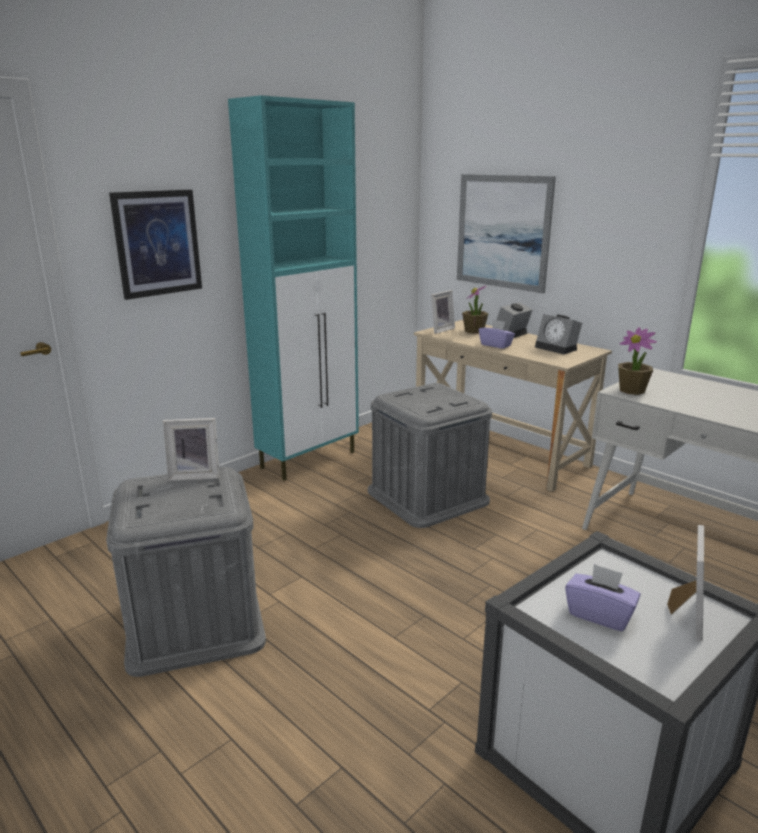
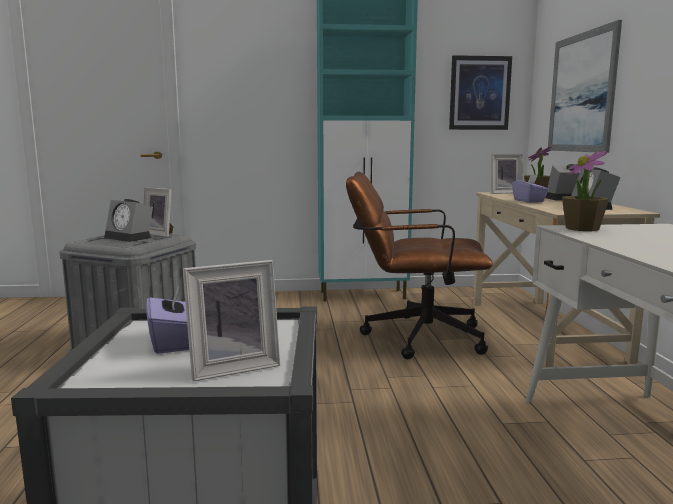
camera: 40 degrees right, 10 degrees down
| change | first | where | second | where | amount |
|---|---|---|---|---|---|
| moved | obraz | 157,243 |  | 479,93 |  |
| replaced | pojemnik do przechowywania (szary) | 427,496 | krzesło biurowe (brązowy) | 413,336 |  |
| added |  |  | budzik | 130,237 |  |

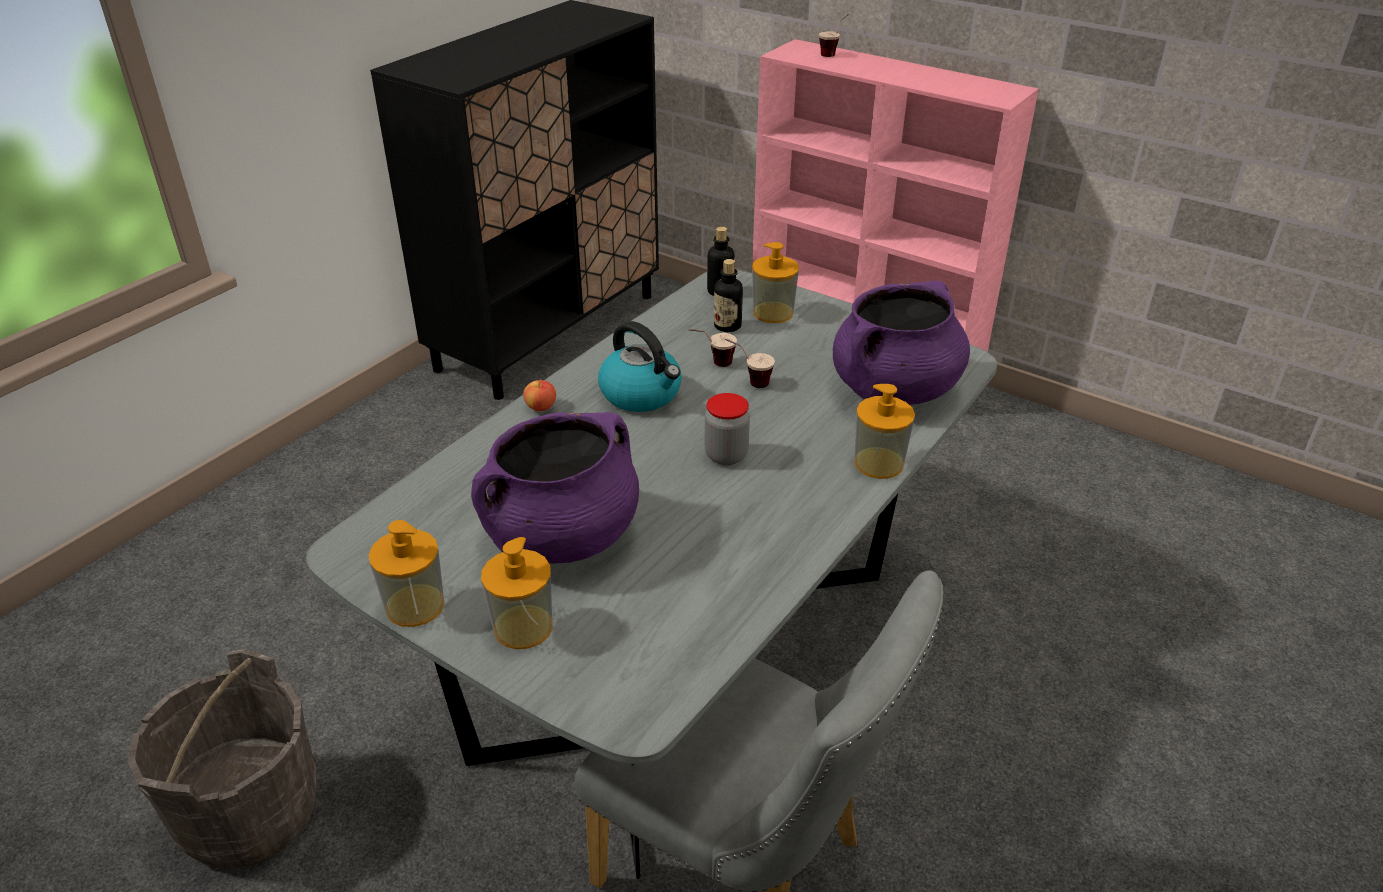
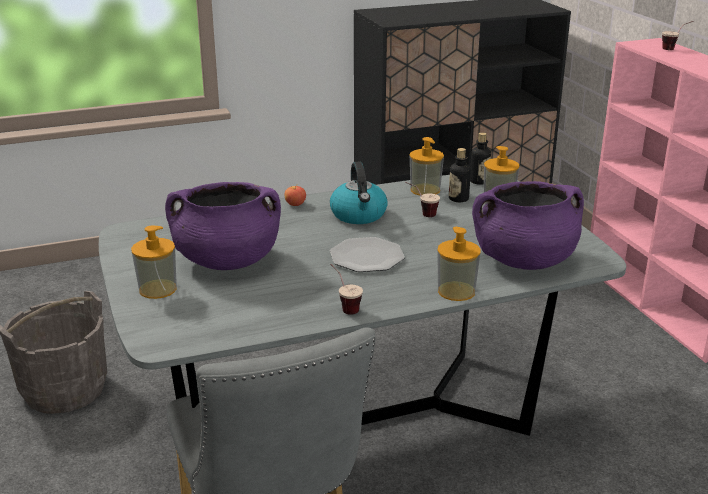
camera: 35 degrees right, 10 degrees down
| change | first | where | second | where | amount |
|---|---|---|---|---|---|
| moved | filiżanka | 748,382 |  | 344,307 |  |
| replaced | słoik | 726,455 | talerz | 366,257 |  |
| moved | dozownik mydła | 415,605 |  | 425,190 |  |

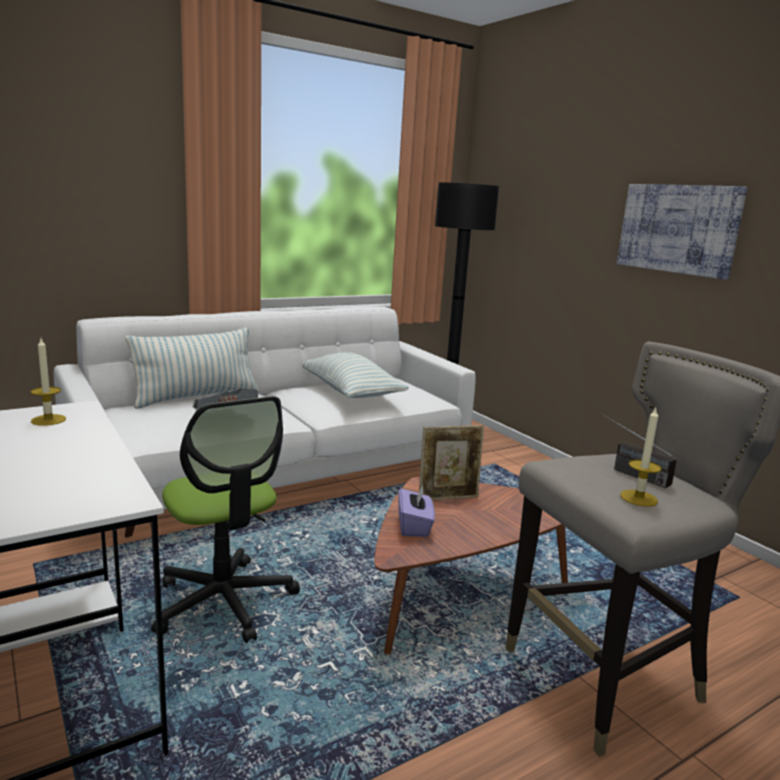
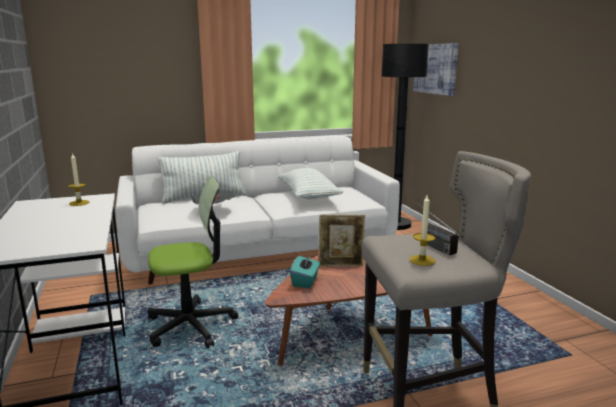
camera: 15 degrees right, 0 degrees up
| change | first | where | second | where | amount |
|---|---|---|---|---|---|
| moved | obraz | 678,229 |  | 435,69 |  |
| turned | krzesło biurowe | 224,602 |  | 191,325 | 90 degrees counterclockwise |
| recoloured | pudełko chusteczek (fioletowy) | 414,526 | pudełko chusteczek (turkusowy) | 305,281 |  |

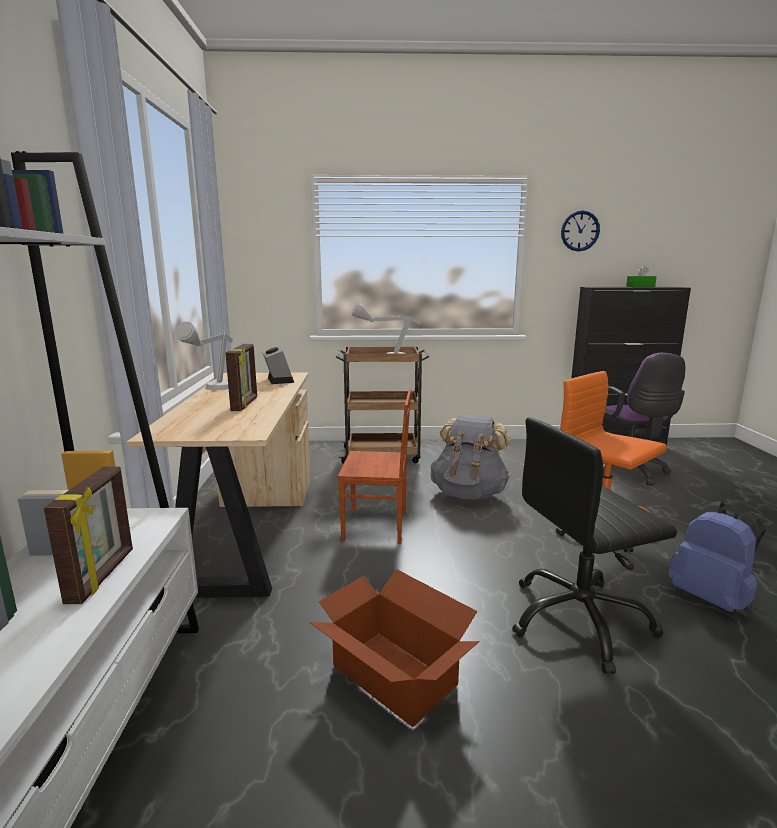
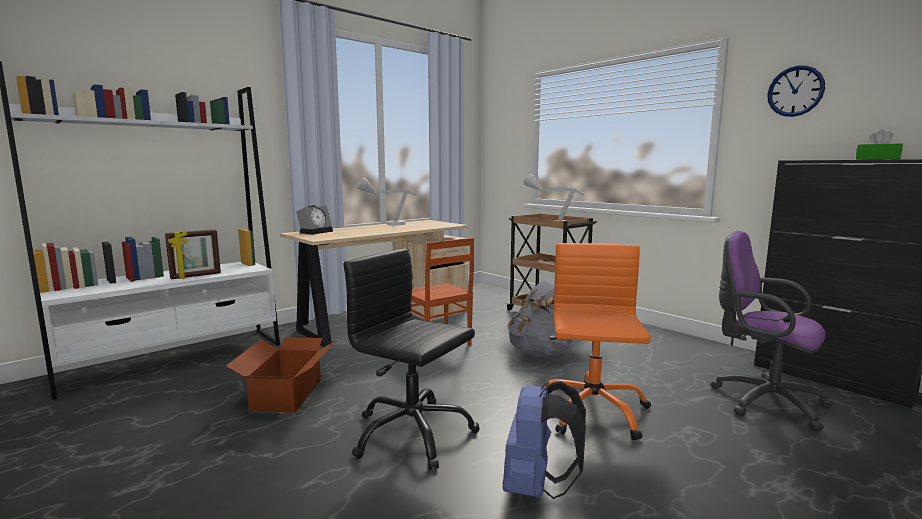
camera: 50 degrees right, 5 degrees down
| change | first | where | second | where | amount |
|---|---|---|---|---|---|
| removed | ramka na zdjęcie | 245,404 |  |  |  |
| moved | budzik | 278,380 |  | 316,232 |  |
| turned | krzesło biurowe (fioletowy) | 629,472 |  | 762,401 | 90 degrees clockwise |

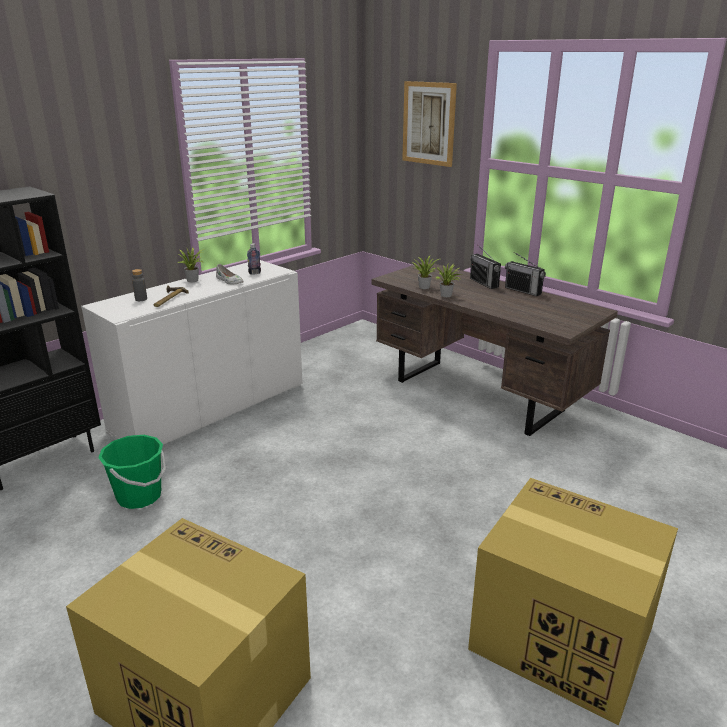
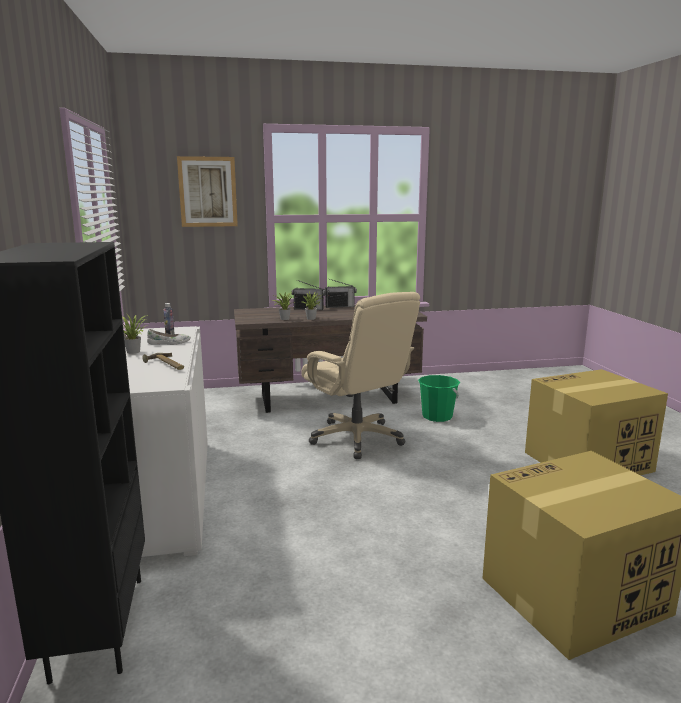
camera: 55 degrees left, 10 degrees down
| change | first | where | second | where | amount |
|---|---|---|---|---|---|
| removed | butelka (szary) | 141,299 |  |  |  |
| moved | wiadro (zielony) | 139,496 |  | 437,416 |  |
| added |  |  | krzesło biurowe (beżowy) | 357,438 |  |

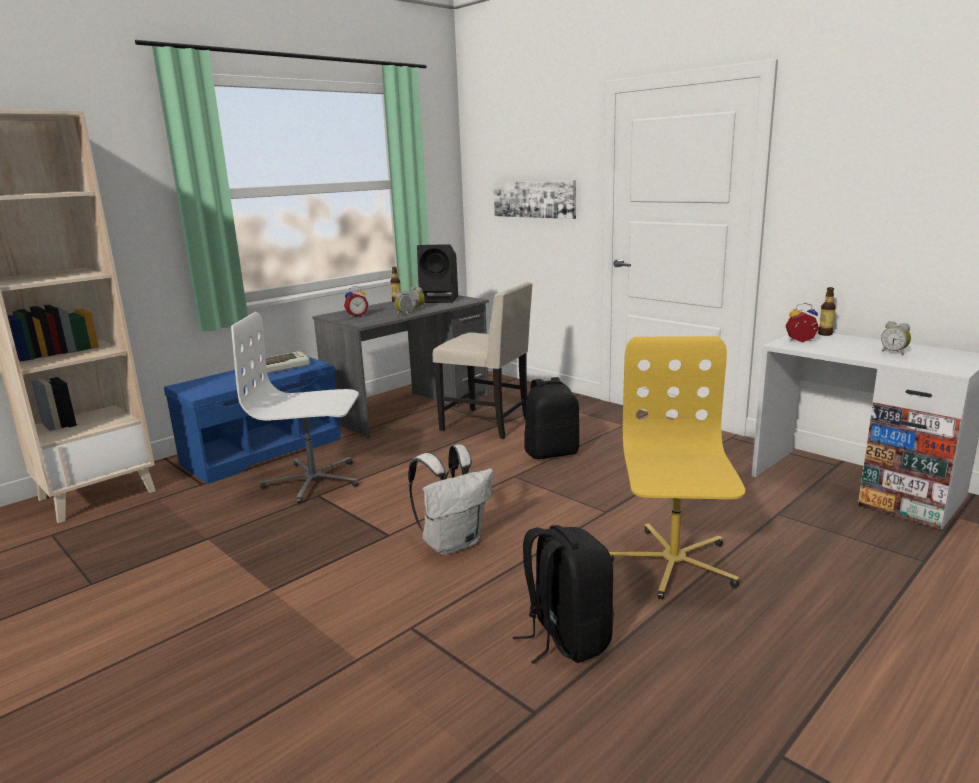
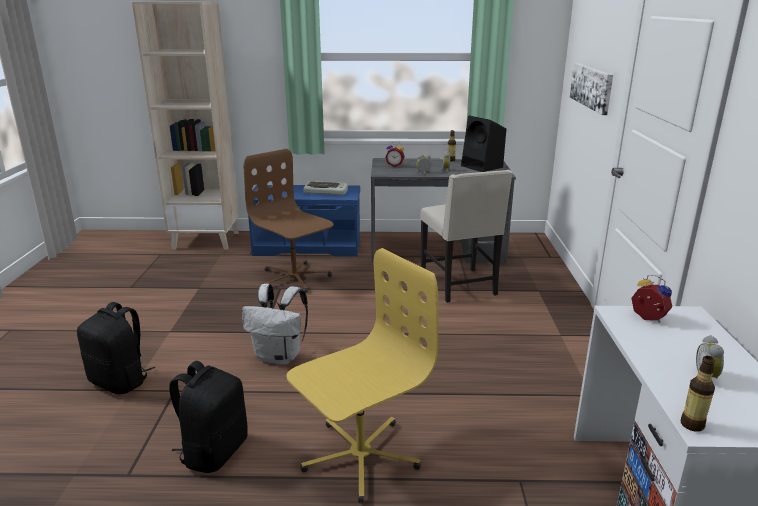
camera: 45 degrees right, 5 degrees up
| change | first | where | second | where | amount |
|---|---|---|---|---|---|
| moved | butelka | 825,334 |  | 692,425 |  |
| recoloured | krzesło biurowe (biały) | 313,481 | krzesło biurowe (brązowy) | 294,278 |  |
| moved | plecak (czarny) | 552,452 |  | 120,381 |  |

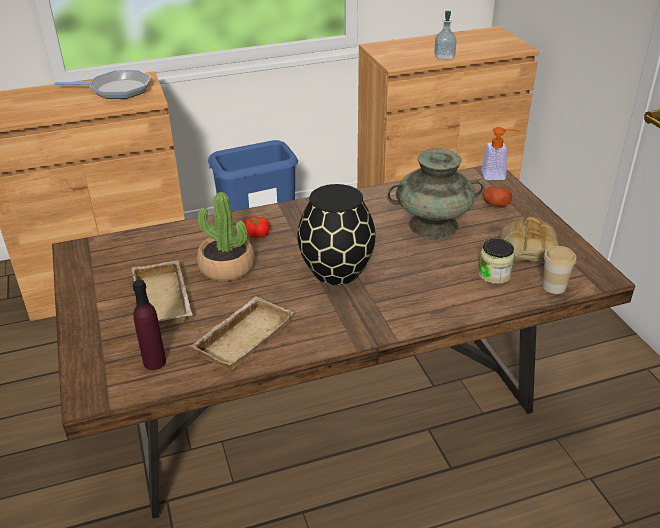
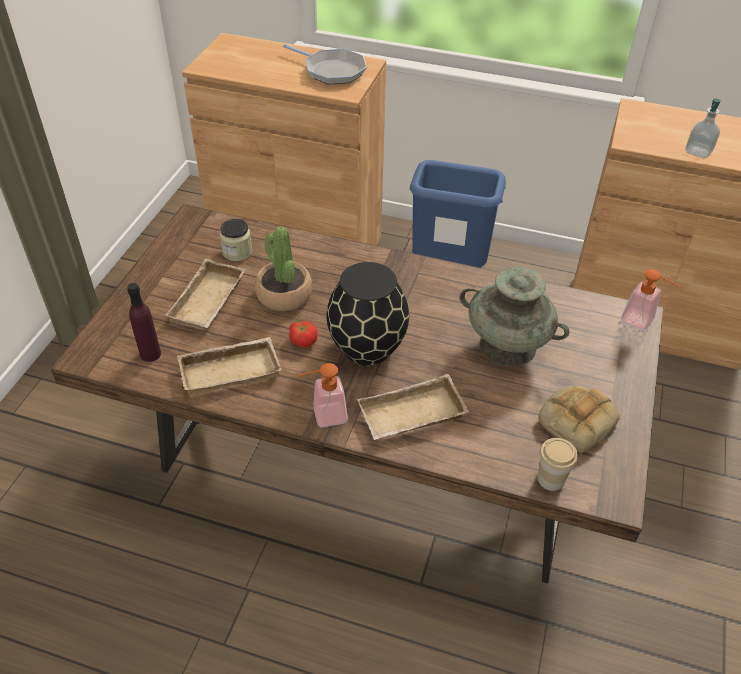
camera: 35 degrees right, 10 degrees up
| change | first | where | second | where | amount |
|---|---|---|---|---|---|
| removed | ziemniak | 495,204 |  |  |  |
| moved | pomidor | 257,234 |  | 303,340 |  |
| moved | słoik | 494,274 |  | 237,252 |  |
| added |  |  | dozownik mydła | 323,416 |  |
| added |  |  | taca (beżowy) | 411,416 |  |

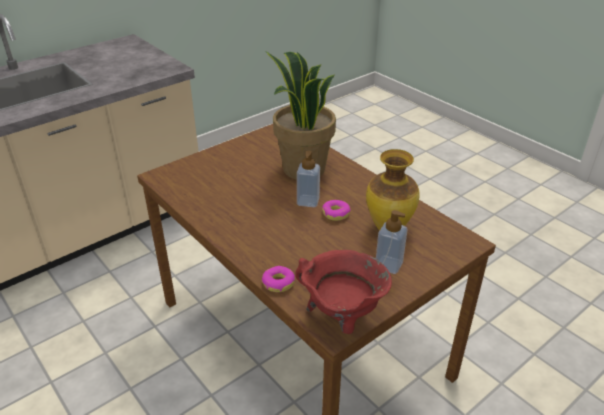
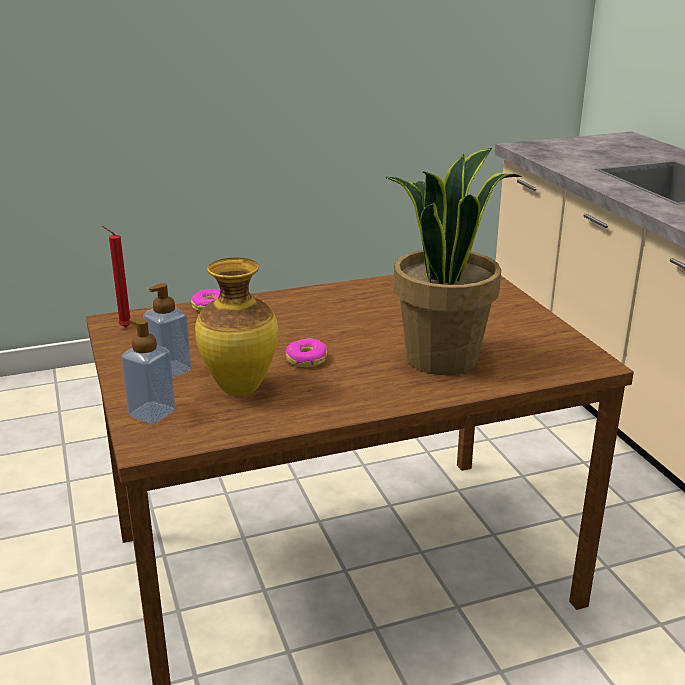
camera: 110 degrees right, 10 degrees down
| change | first | where | second | where | amount |
|---|---|---|---|---|---|
| moved | dozownik mydła | 308,201 |  | 152,413 |  |
| replaced | garnek (czerwony) | 342,318 | świeca (czerwony) | 123,327 |  |

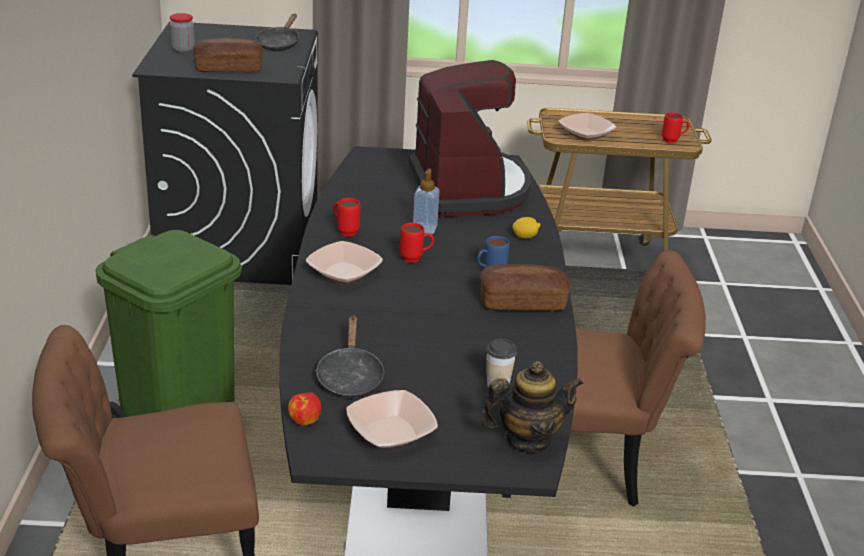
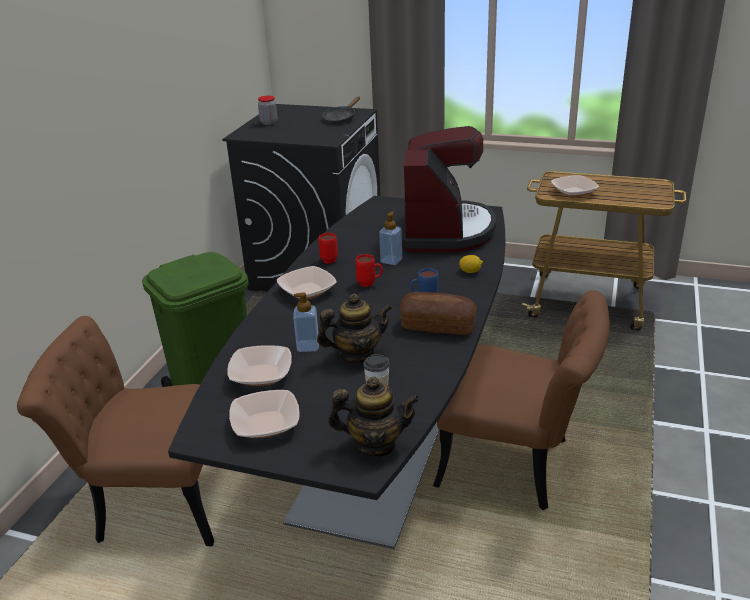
camera: 20 degrees right, 0 degrees up
| change | first | where | second | where | amount |
|---|---|---|---|---|---|
| removed | chleb | 228,69 |  |  |  |
| removed | kubek (czerwony) | 673,141 |  |  |  |
| replaced | patelnia (czarny) | 350,377 | miska | 261,375 |  |
| removed | jabłko | 304,420 |  |  |  |
| added |  |  | dozownik mydła | 308,346 |  |
| added |  |  | imbryk | 357,354 |  |

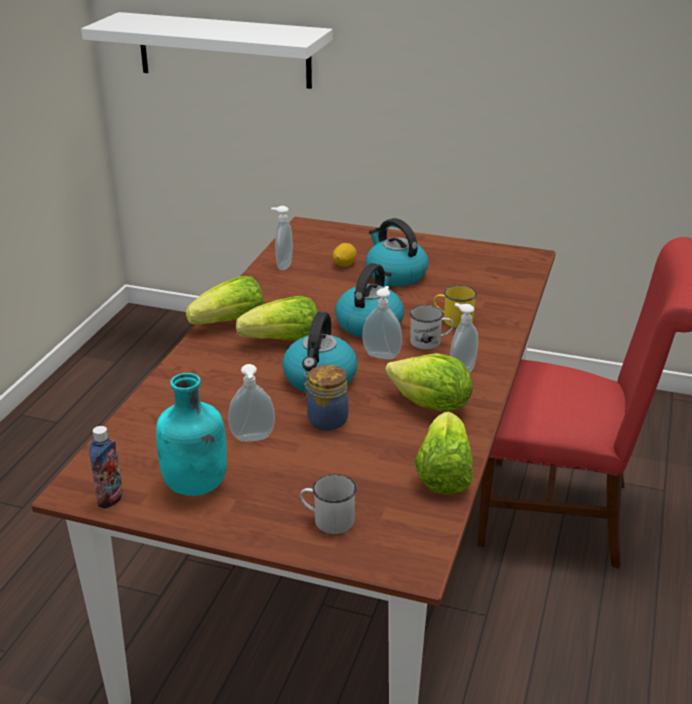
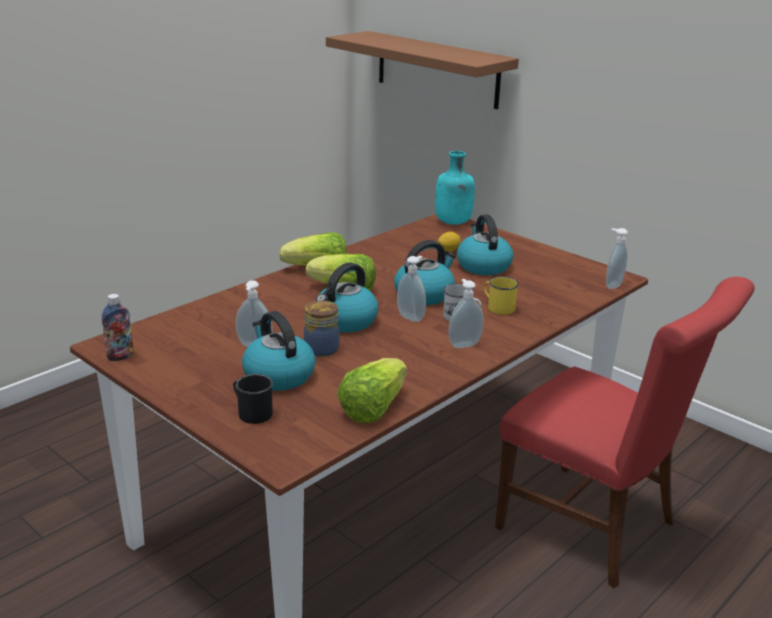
camera: 25 degrees right, 5 degrees down
| change | first | where | second | where | amount |
|---|---|---|---|---|---|
| recoloured | półka (biały) | 224,50 | półka (brązowy) | 437,69 |  |
| moved | dozownik mydła | 283,265 |  | 612,285 |  |
| removed | sałata | 431,406 |  |  |  |
| moved | butelka (turkusowy) | 196,486 |  | 453,222 |  |
| recoloured | kubek (biały) | 328,520 | kubek (czarny) | 251,412 |  |
| added |  |  | czajnik | 278,375 |  |

